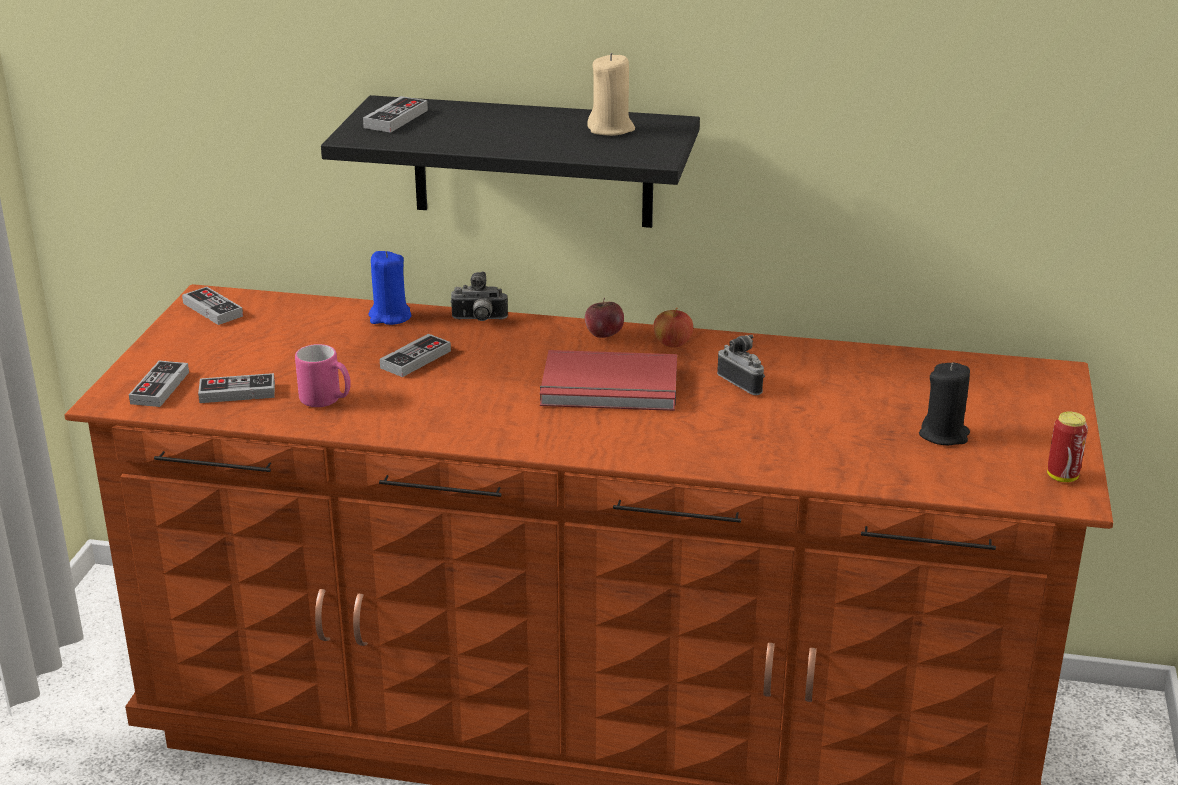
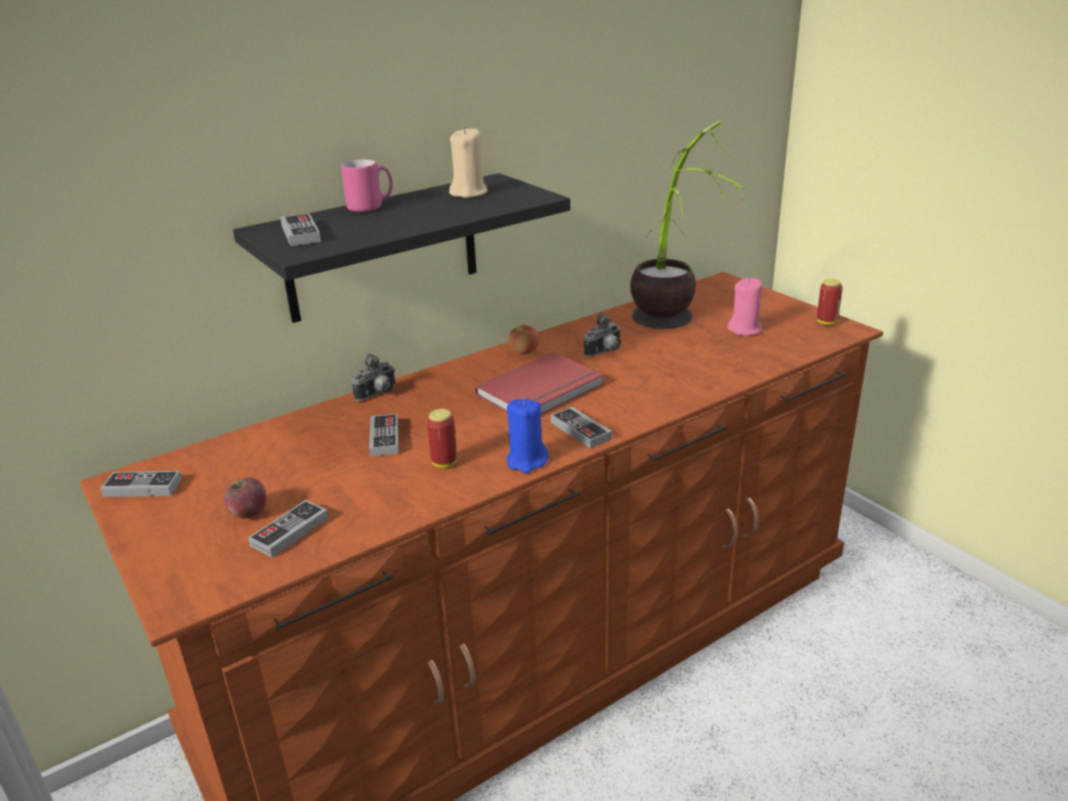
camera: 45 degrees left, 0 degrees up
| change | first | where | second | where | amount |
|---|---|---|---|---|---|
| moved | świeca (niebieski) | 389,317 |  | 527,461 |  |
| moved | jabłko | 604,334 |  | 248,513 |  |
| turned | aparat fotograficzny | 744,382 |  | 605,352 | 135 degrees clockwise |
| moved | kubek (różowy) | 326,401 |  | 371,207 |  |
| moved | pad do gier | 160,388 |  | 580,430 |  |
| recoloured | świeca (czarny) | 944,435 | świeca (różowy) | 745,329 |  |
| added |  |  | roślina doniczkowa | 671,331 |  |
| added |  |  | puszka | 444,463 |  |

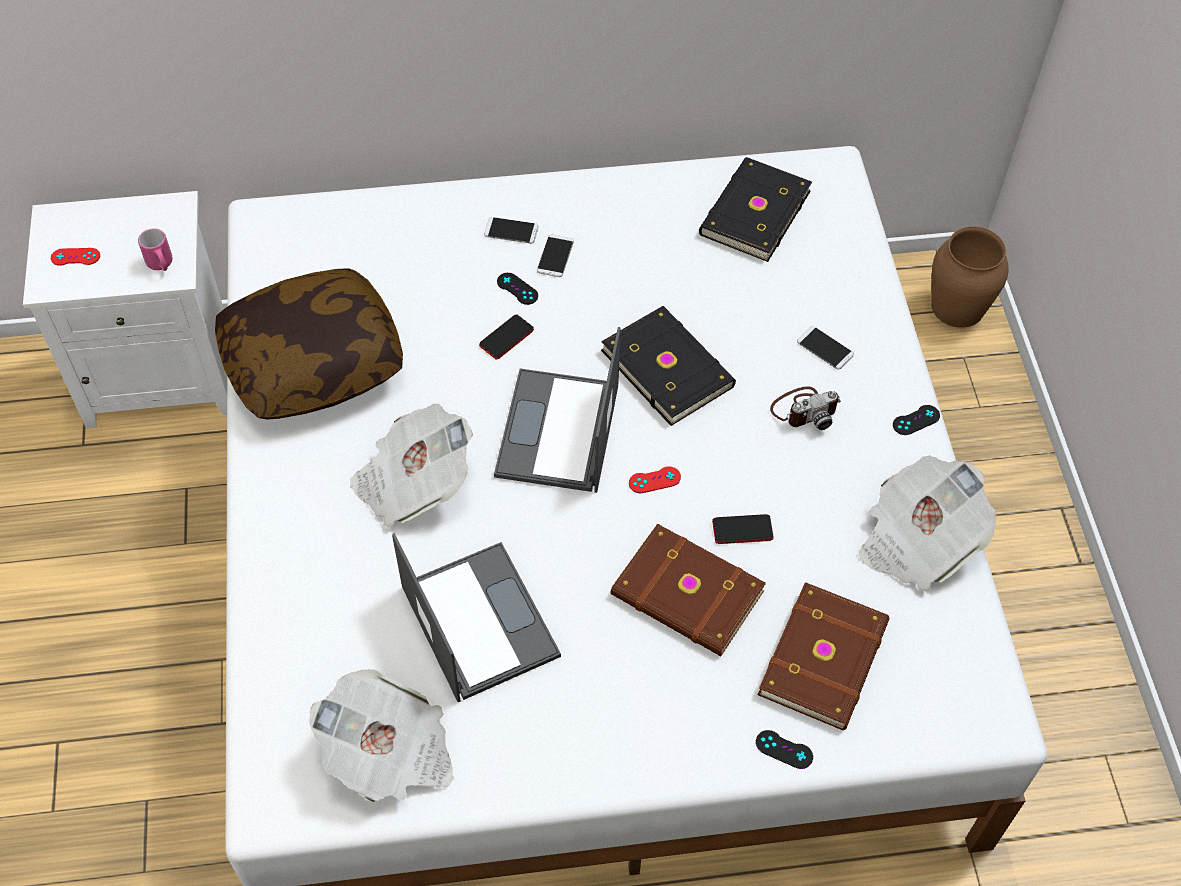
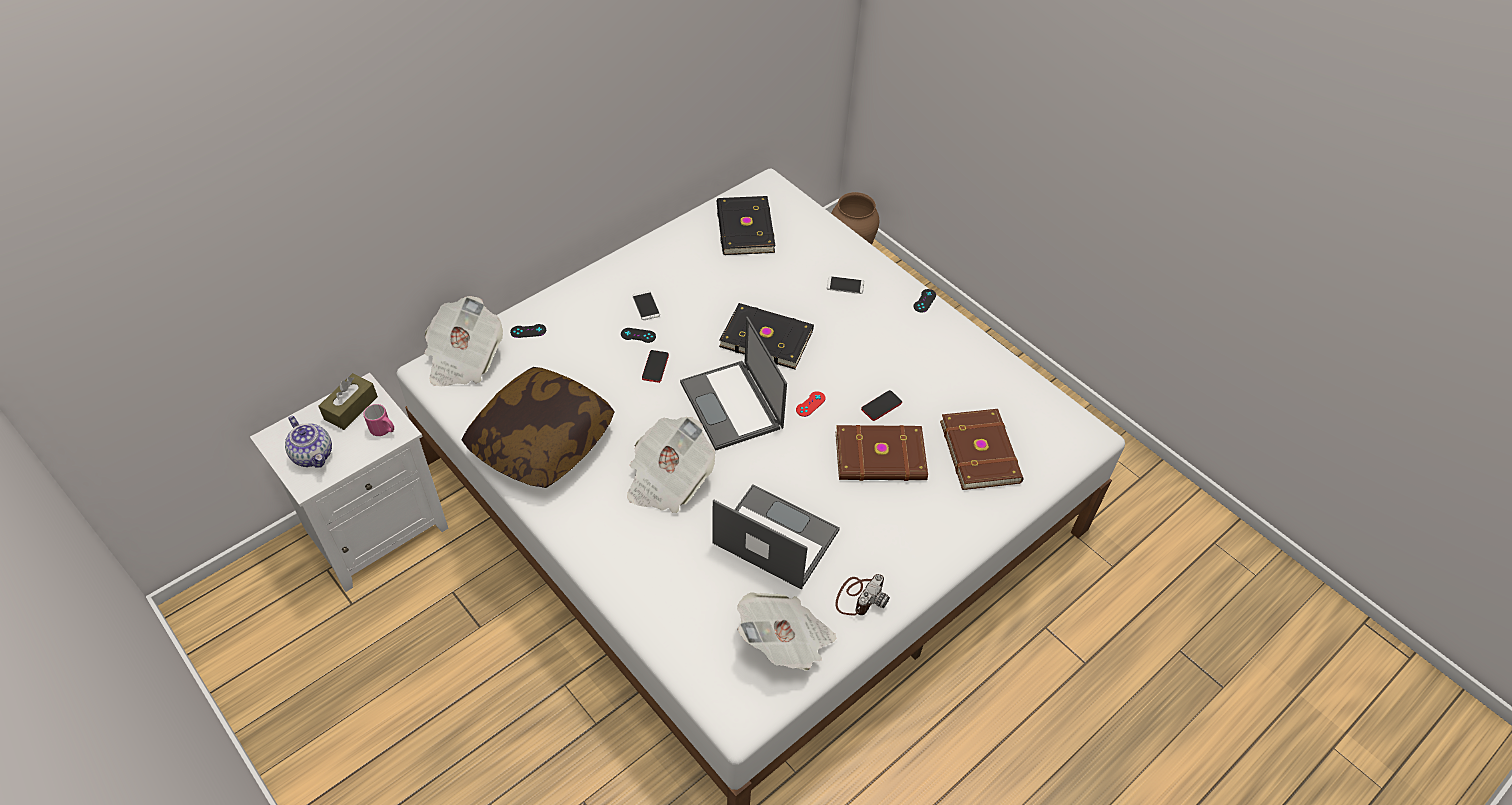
camera: 35 degrees left, 5 degrees down
| change | first | where | second | where | amount |
|---|---|---|---|---|---|
| removed | telefon | 511,231 |  |  |  |
| replaced | pad do gier (czerwony) | 75,257 | imbryk | 314,455 |  |
| moved | aparat fotograficzny | 804,409 |  | 859,597 |  |
| moved | gazeta | 917,540 |  | 463,359 |  |
| moved | pad do gier (czarny) | 784,749 |  | 528,331 |  |
| added |  |  | pudełko chusteczek (brązowy) | 351,408 |  |

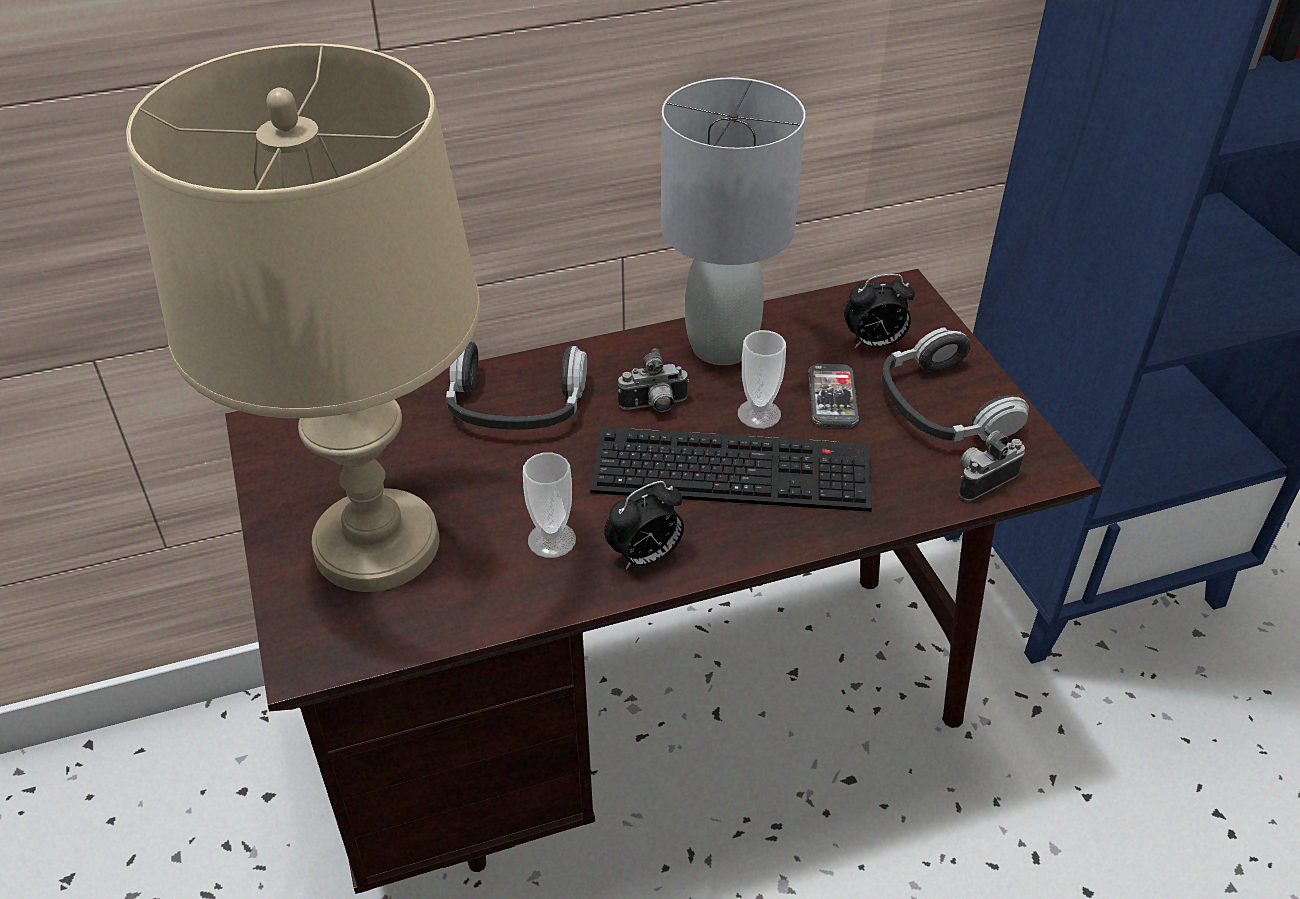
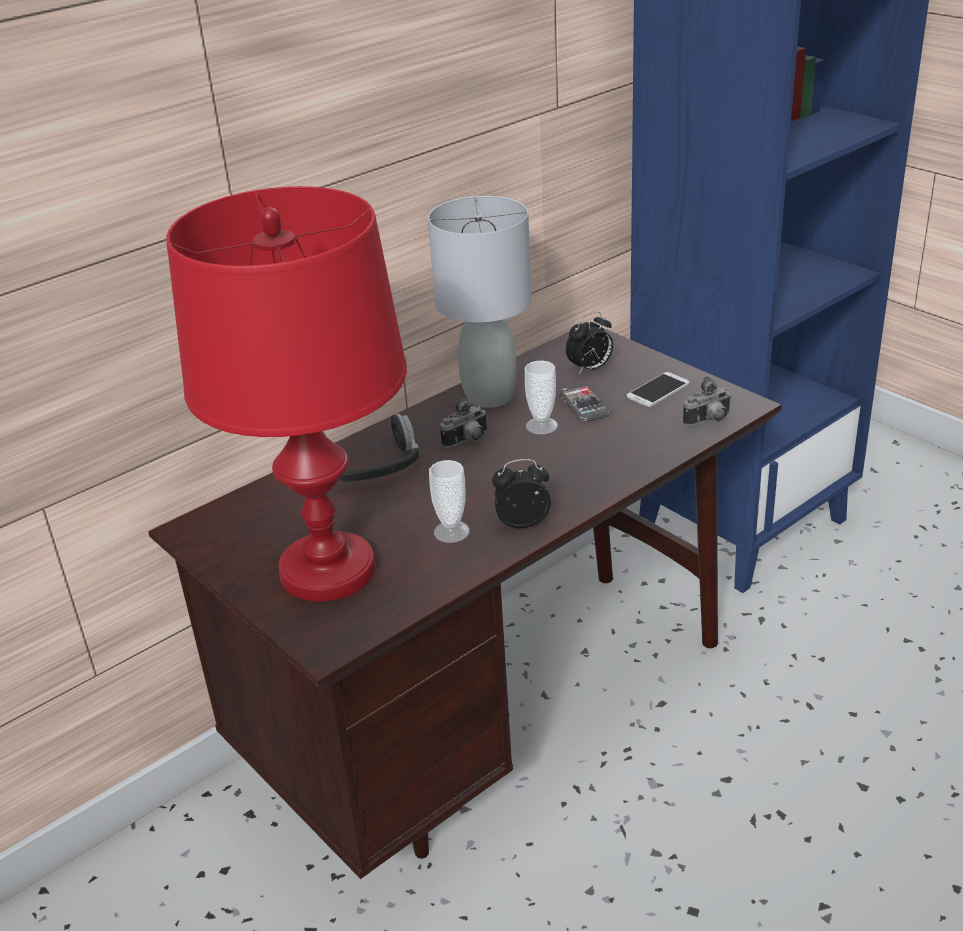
camera: 20 degrees left, 10 degrees down
| change | first | where | second | where | amount |
|---|---|---|---|---|---|
| recoloured | lampa stołowa (beżowy) | 376,544 | lampa stołowa (czerwony) | 327,570 |  |
| replaced | słuchawki | 943,406 | telefon | 658,390 |  |
| removed | klawiatura | 735,468 |  |  |  |
| turned | aparat fotograficzny | 982,480 |  | 709,421 | 150 degrees counterclockwise |
| turned | budzik | 645,557 |  | 522,522 | 135 degrees counterclockwise |

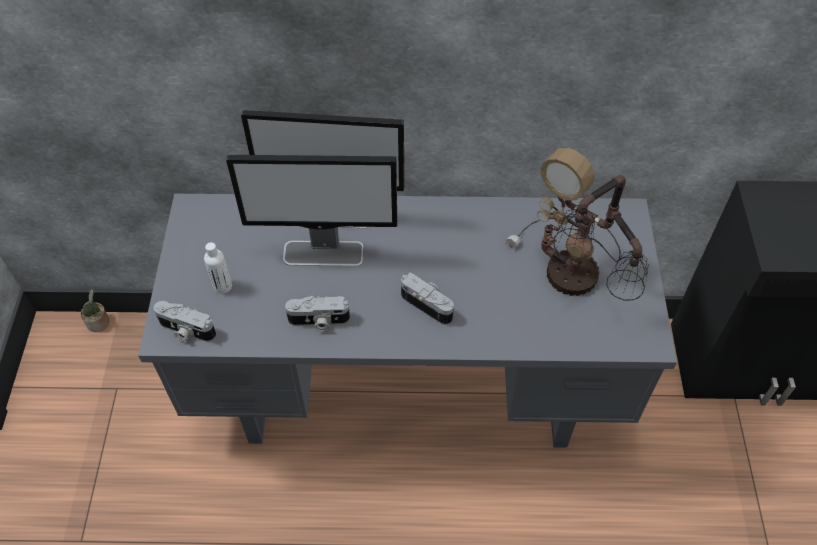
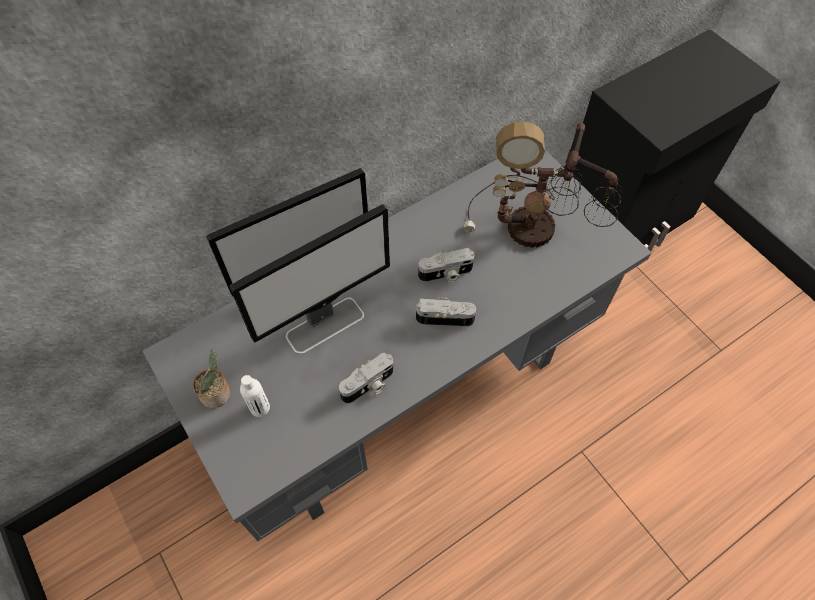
camera: 35 degrees left, 5 degrees up
| change | first | where | second | where | amount |
|---|---|---|---|---|---|
| moved | roślina doniczkowa | 99,323 |  | 217,393 |  |
| moved | aparat fotograficzny | 186,330 |  | 446,274 |  |

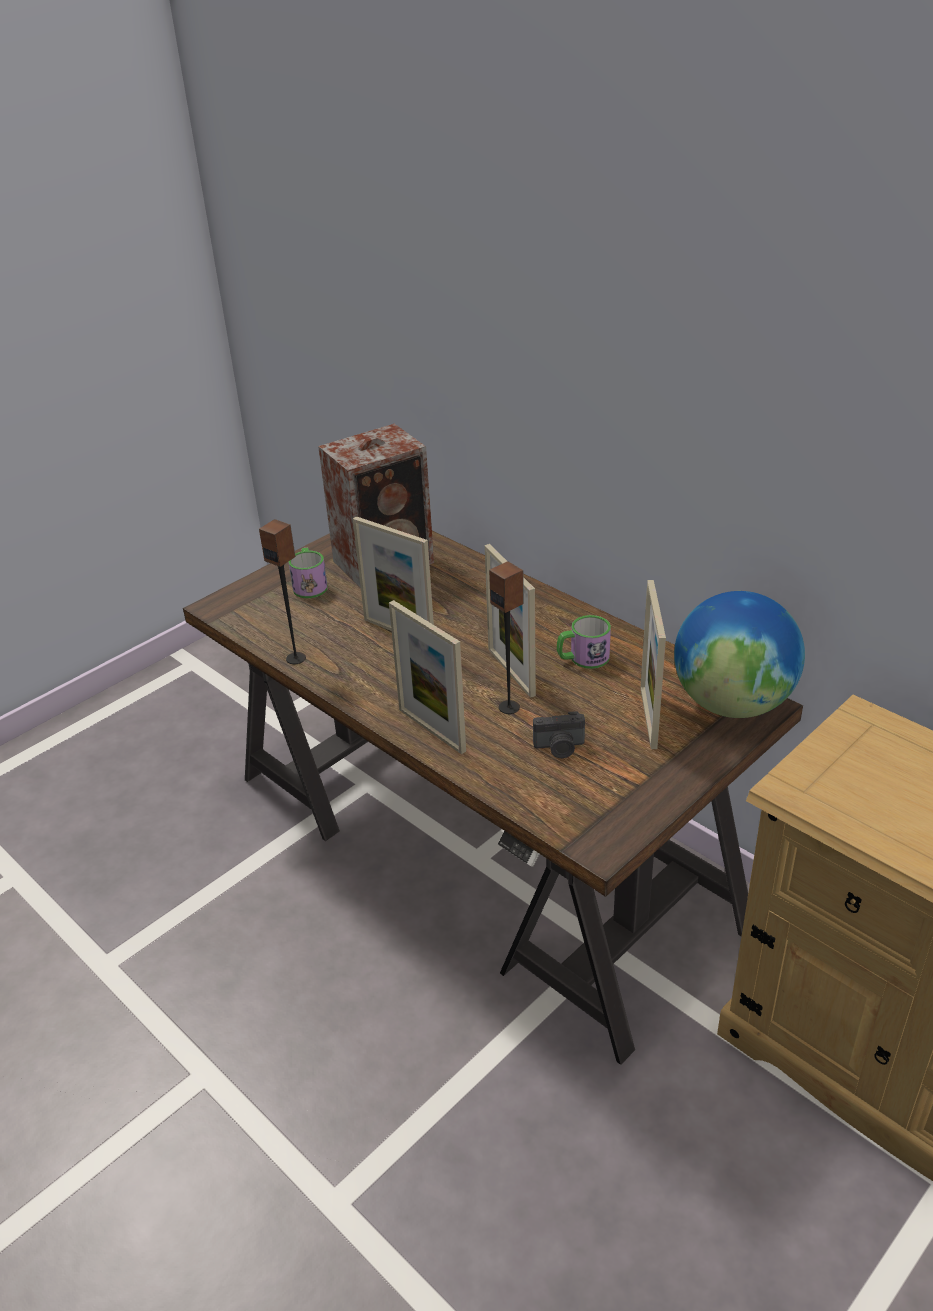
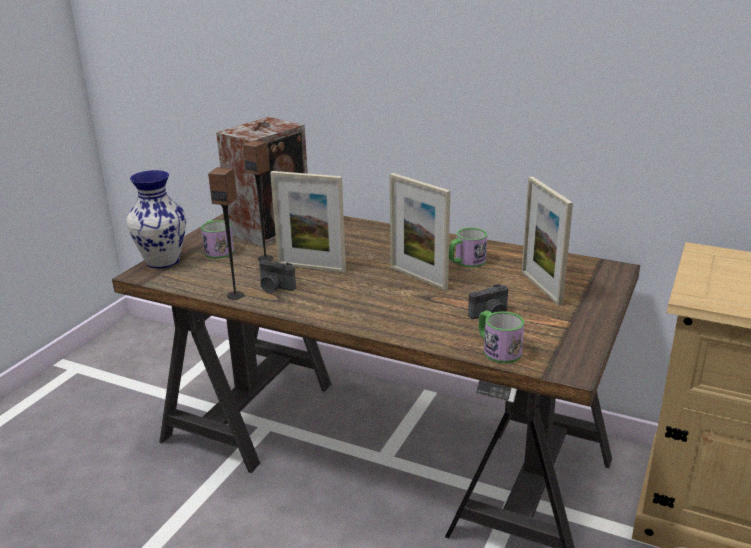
camera: 20 degrees left, 10 degrees down
| change | first | where | second | where | amount |
|---|---|---|---|---|---|
| moved | głośnik | 509,707 |  | 265,258 |  |
| removed | globus | 732,703 |  |  |  |
| removed | ramka na zdjęcie | 431,730 |  |  |  |
| added |  |  | wazon | 162,261 |  |
| added |  |  | aparat fotograficzny | 275,288 |  |
| added |  |  | kubek | 497,349 |  |

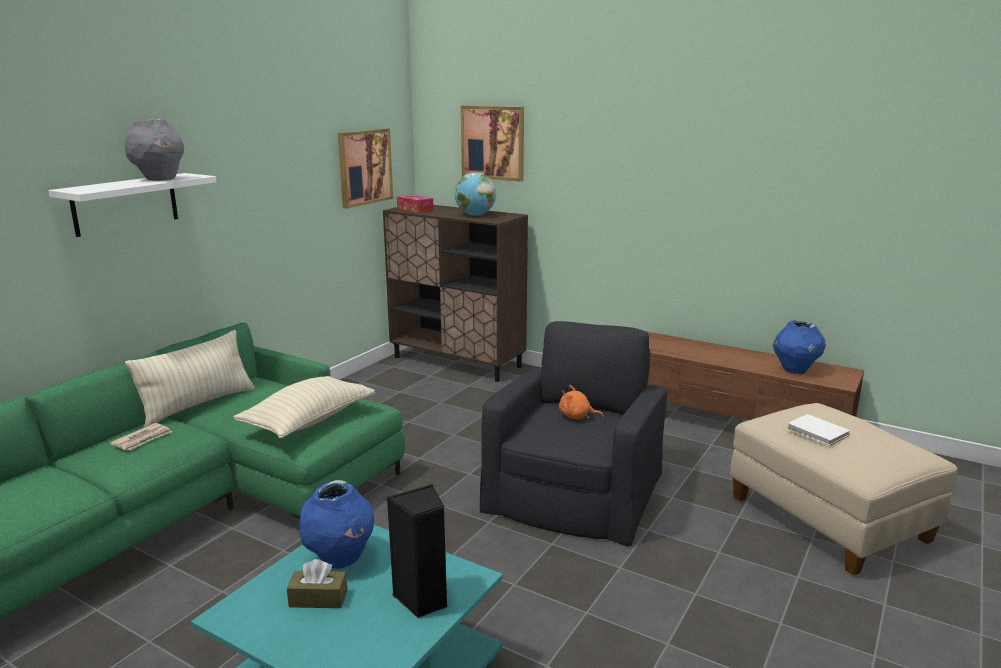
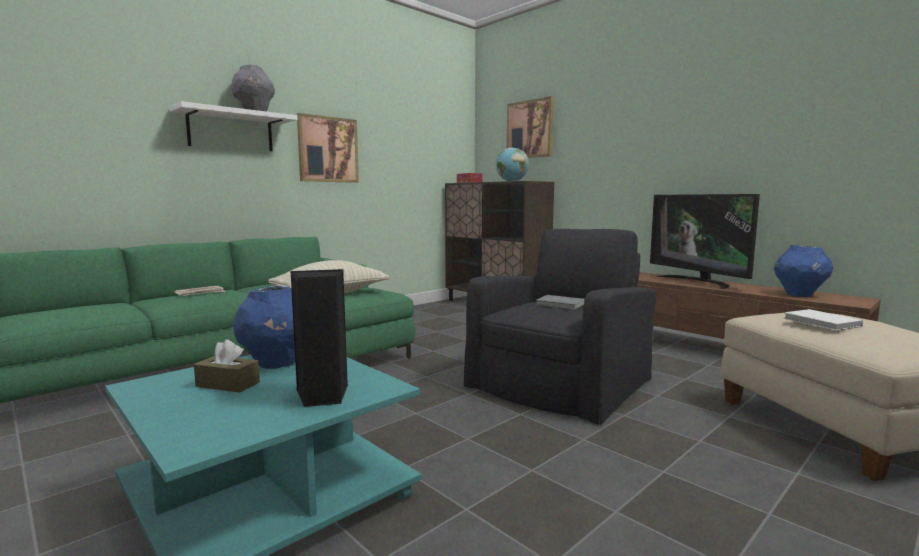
camera: 15 degrees right, 10 degrees down
| change | first | where | second | where | amount |
|---|---|---|---|---|---|
| moved | obraz | 364,167 |  | 328,149 |  |
| removed | poduszka (beżowy) | 198,405 |  |  |  |
| replaced | pluszak (pomarańczowy) | 577,416 | książka (szary) | 561,304 |  |
| added |  |  | telewizor | 698,281 |  |

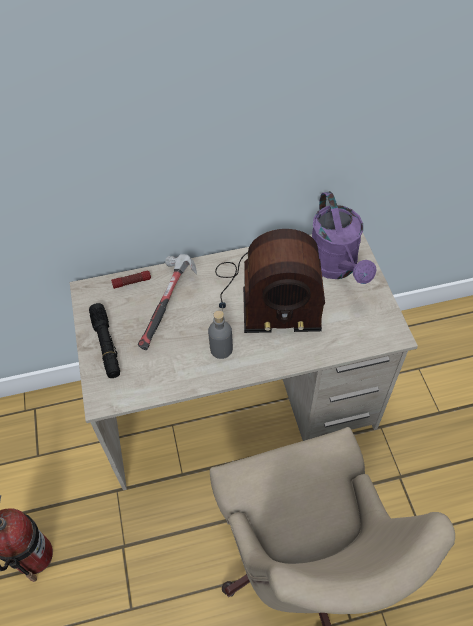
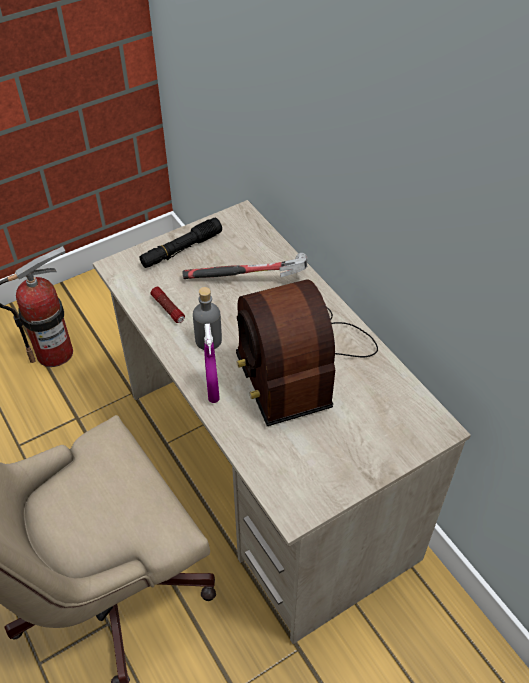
camera: 70 degrees right, 5 degrees down
| change | first | where | second | where | amount |
|---|---|---|---|---|---|
| removed | konewka (fioletowy) | 336,267 |  |  |  |
| moved | latarka | 132,282 |  | 168,309 |  |
| added |  |  | spryskiwacz (fioletowy) | 213,390 |  |

